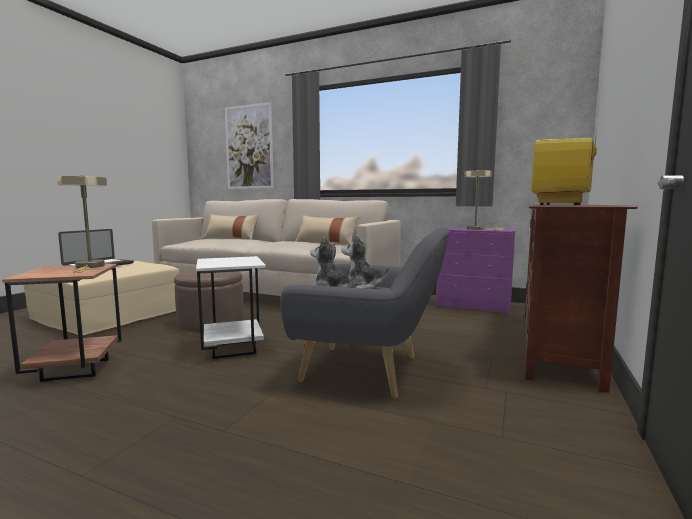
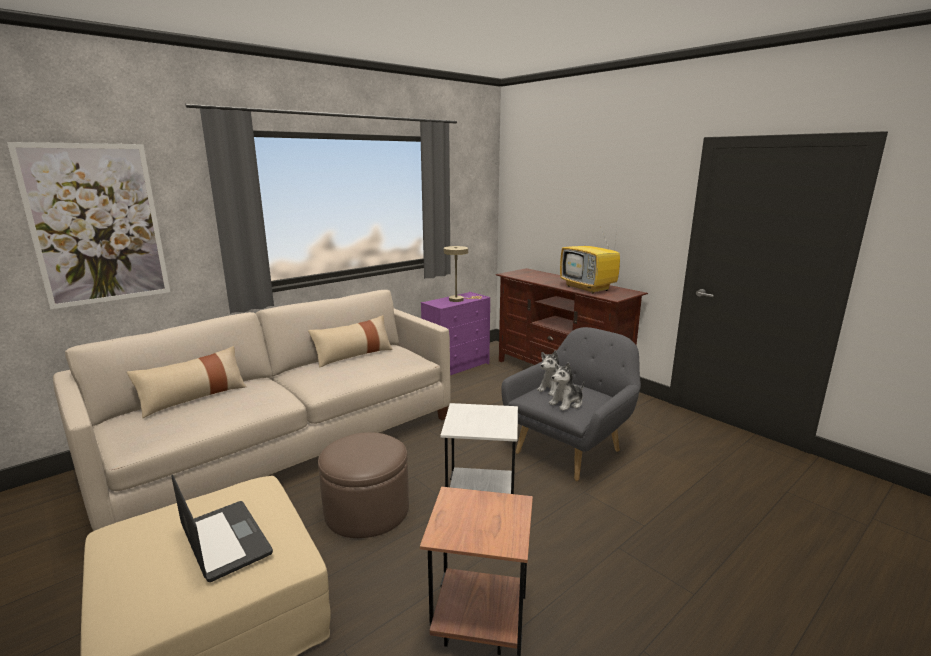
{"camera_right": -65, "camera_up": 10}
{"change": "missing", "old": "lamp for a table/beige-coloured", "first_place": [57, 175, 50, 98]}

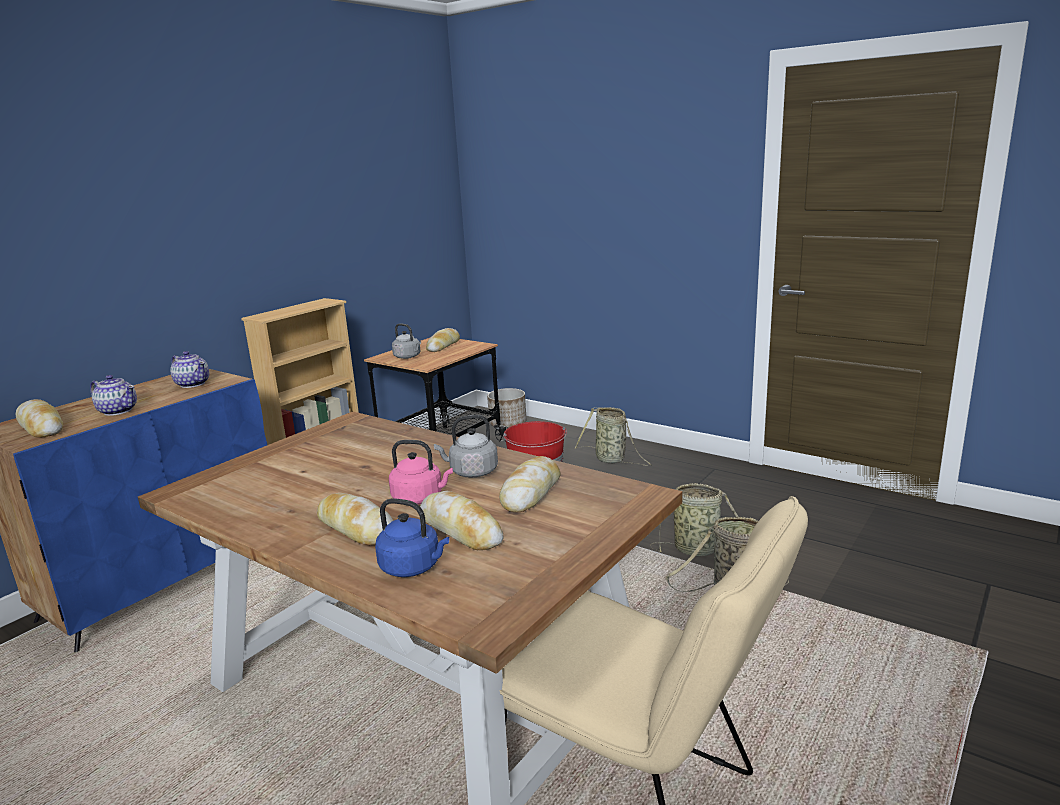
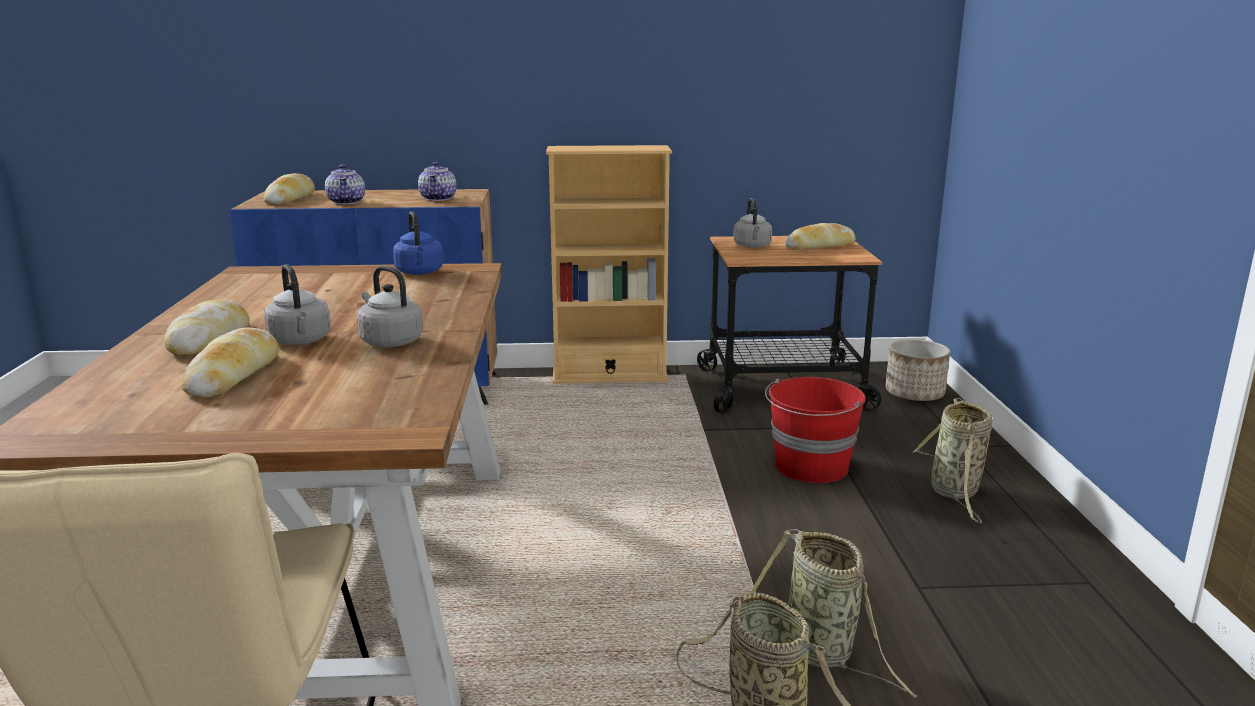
{"camera_right": 50, "camera_up": 0}
{"change": "colour", "old": "tea kettle/pink", "new": "tea kettle/gray", "first_place": [389, 440, 64, 64], "second_place": [264, 264, 67, 81]}
{"change": "missing", "old": "bakery bread", "first_place": [499, 456, 61, 56]}
{"change": "relocated", "old": "tea kettle/blue-coloured", "first_place": [375, 499, 74, 78], "second_place": [393, 211, 50, 64]}

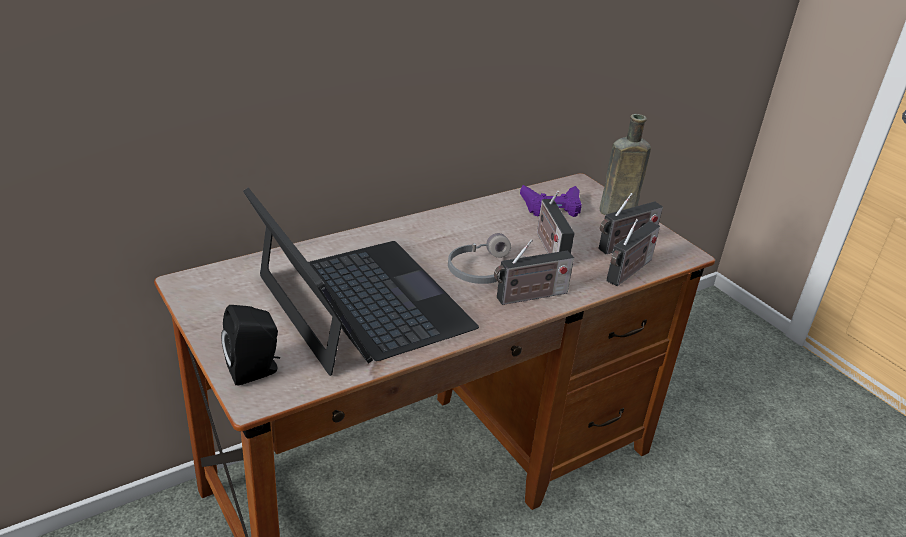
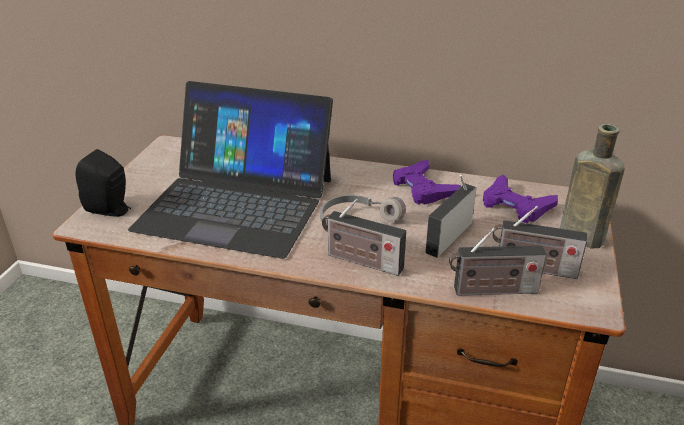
{"camera_right": 50, "camera_up": 0}
{"change": "spun", "old": "notebook computer", "first_place": [243, 187, 236, 189], "second_place": [128, 81, 205, 178], "degrees": 90}
{"change": "appeared", "new": "gamepad/purple-coloured", "second_place": [393, 159, 68, 45]}

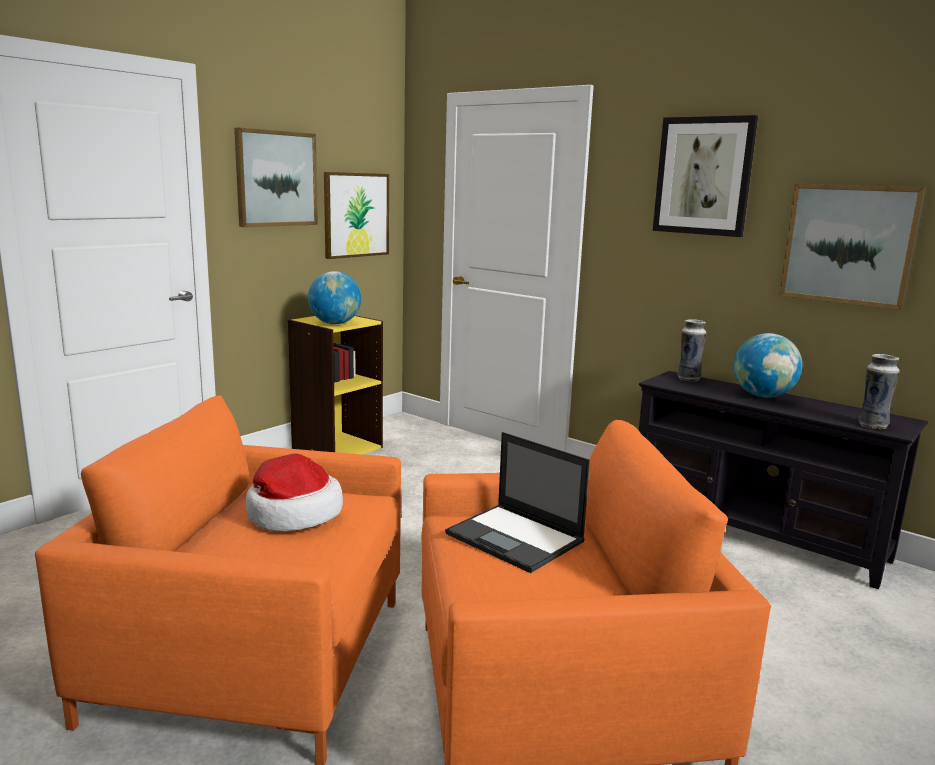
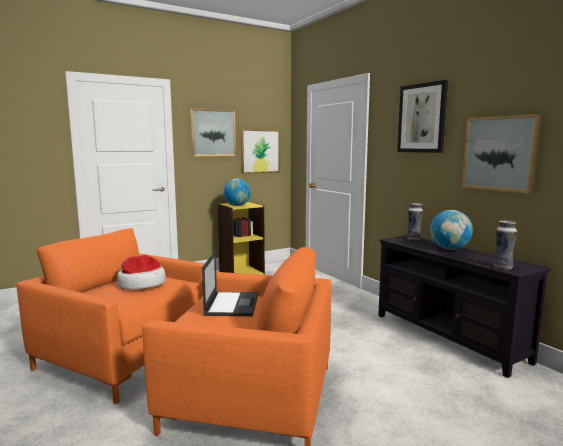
{"camera_right": 20, "camera_up": -5}
{"change": "spun", "old": "notebook computer", "first_place": [445, 432, 145, 141], "second_place": [202, 251, 56, 65], "degrees": -150}

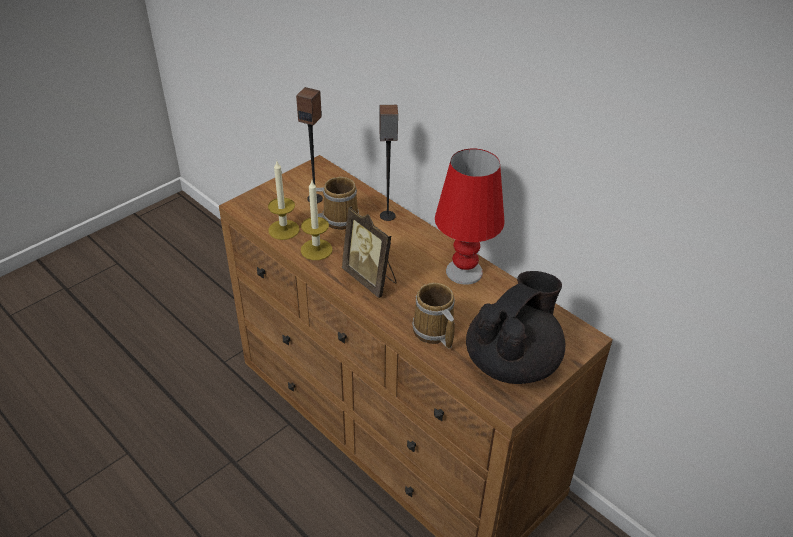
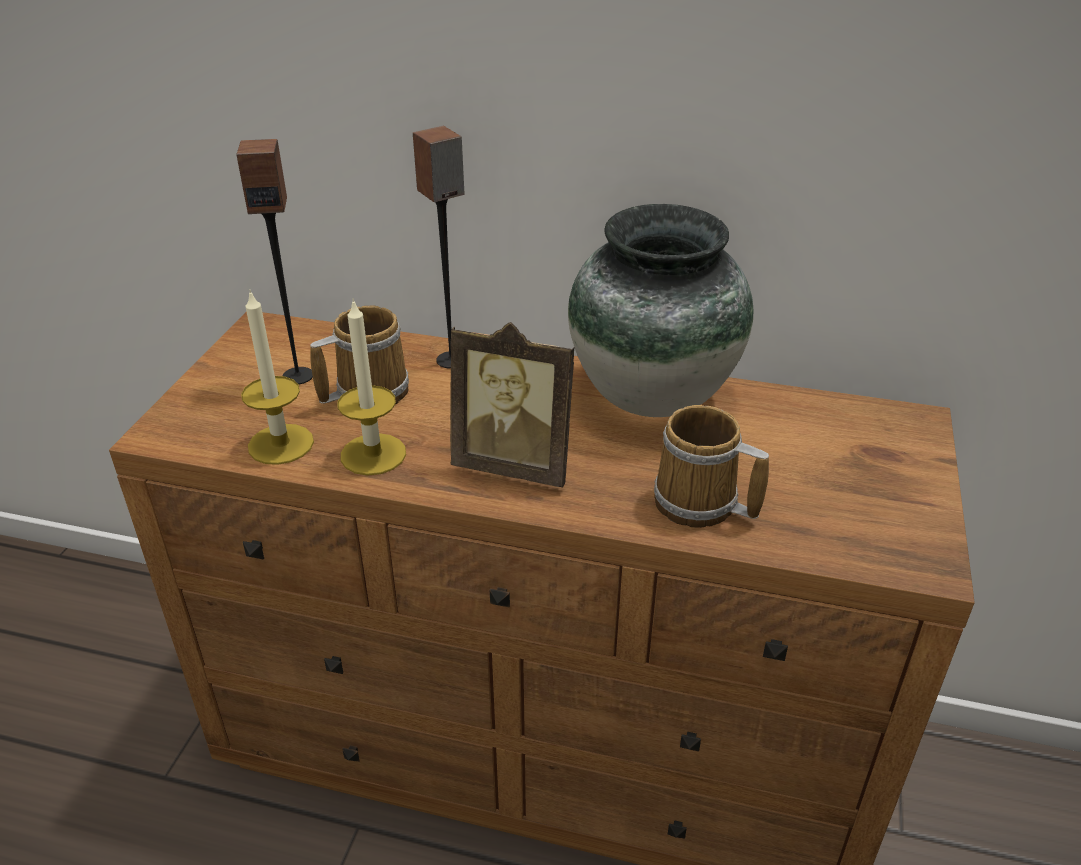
{"camera_right": -30, "camera_up": -5}
{"change": "exchanged", "old": "lamp for a table/red-coloured", "new": "decorative vase", "first_place": [435, 149, 70, 136], "second_place": [568, 204, 185, 213]}
{"change": "missing", "old": "pot for tea/black", "first_place": [466, 271, 99, 113]}

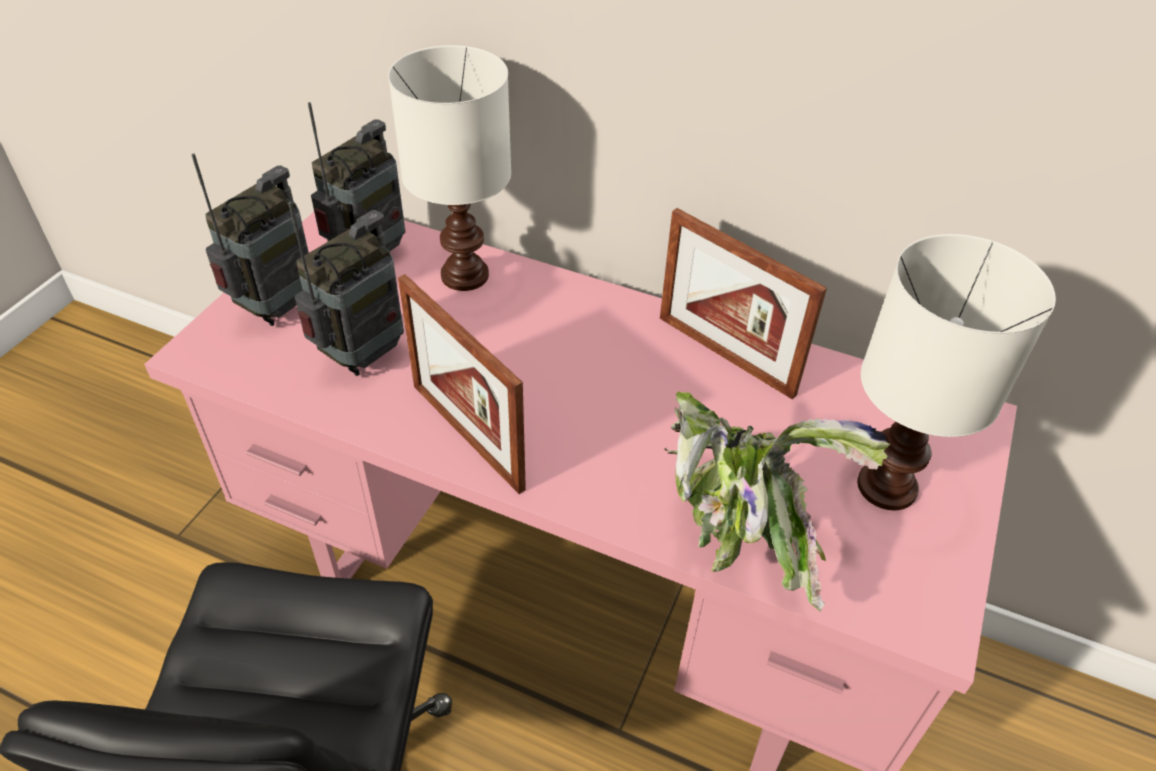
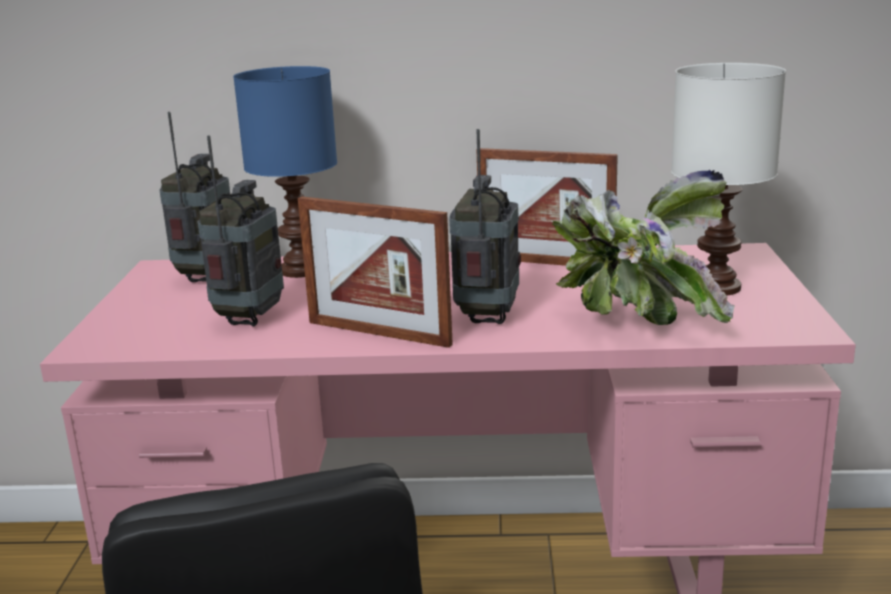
{"camera_right": -20, "camera_up": -25}
{"change": "colour", "old": "lamp for a table/whitish", "new": "lamp for a table/blue-coloured", "first_place": [388, 45, 123, 246], "second_place": [233, 66, 104, 212]}
{"change": "relocated", "old": "radio", "first_place": [191, 153, 118, 173], "second_place": [449, 129, 72, 195]}

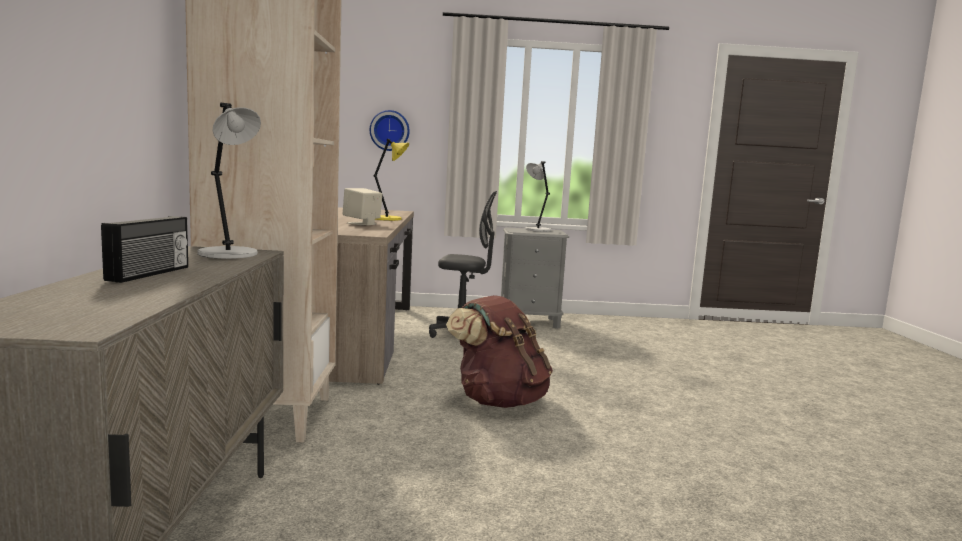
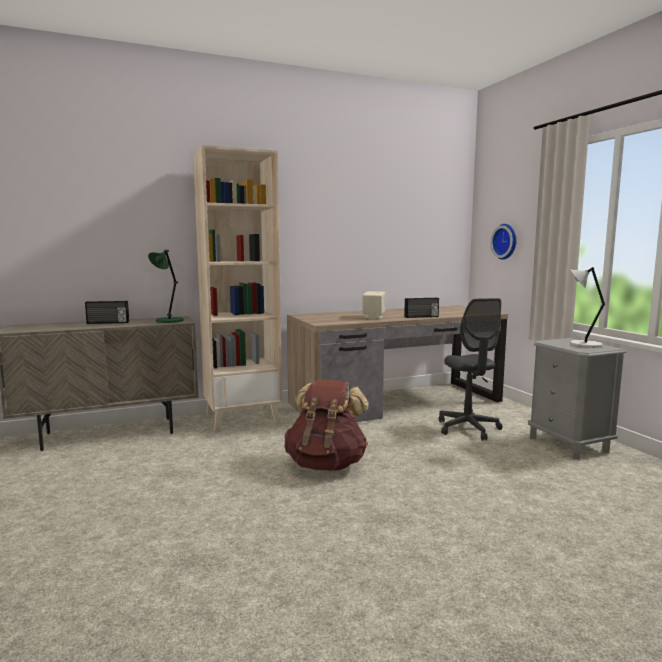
{"camera_right": 70, "camera_up": 0}
{"change": "colour", "old": "lamp for a table/gray", "new": "lamp for a table/green", "first_place": [197, 103, 64, 156], "second_place": [148, 250, 36, 73]}
{"change": "exchanged", "old": "lamp for a table/yellowish", "new": "radio", "first_place": [373, 139, 36, 82], "second_place": [404, 297, 35, 21]}

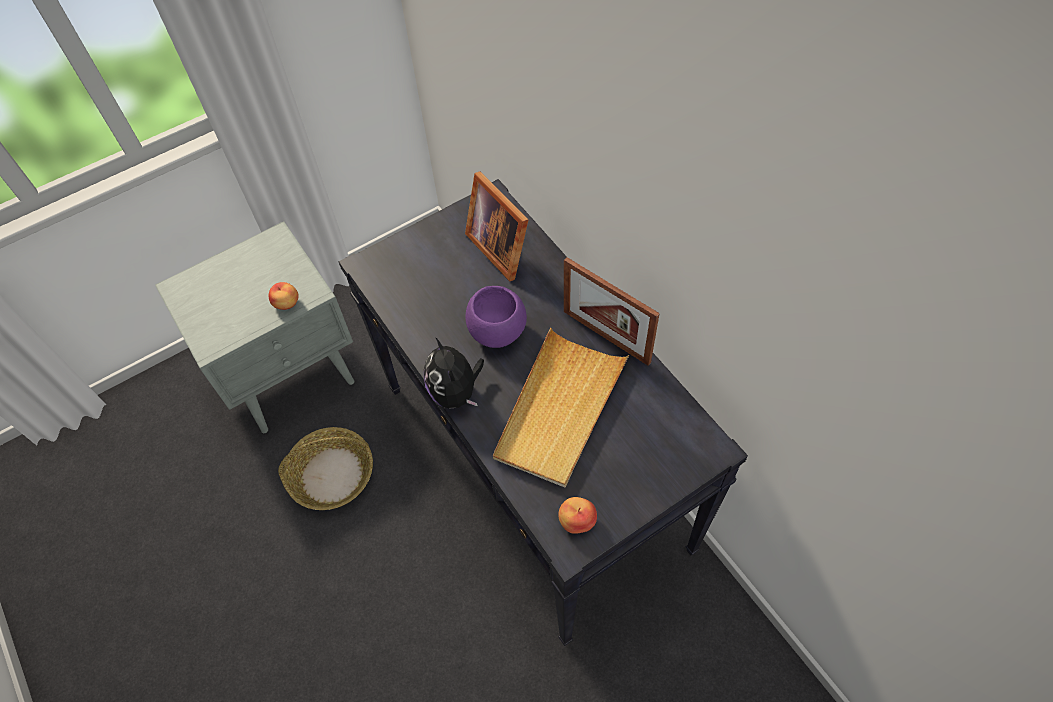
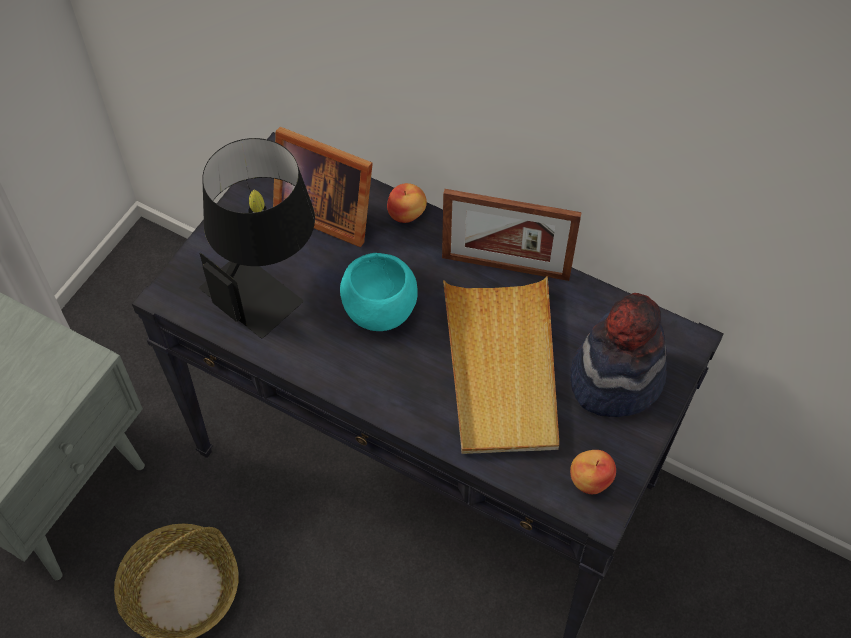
{"camera_right": -30, "camera_up": 0}
{"change": "relocated", "old": "whole apple", "first_place": [269, 282, 30, 28], "second_place": [387, 183, 40, 40]}
{"change": "colour", "old": "deep dish/purple-coloured", "new": "deep dish/turquoise-coloured", "first_place": [466, 286, 61, 62], "second_place": [340, 253, 78, 78]}
{"change": "missing", "old": "soft toy", "first_place": [424, 337, 60, 72]}
{"change": "appeared", "new": "lamp for a table/black", "second_place": [199, 138, 116, 200]}
{"change": "appeared", "new": "hat", "second_place": [570, 293, 97, 124]}

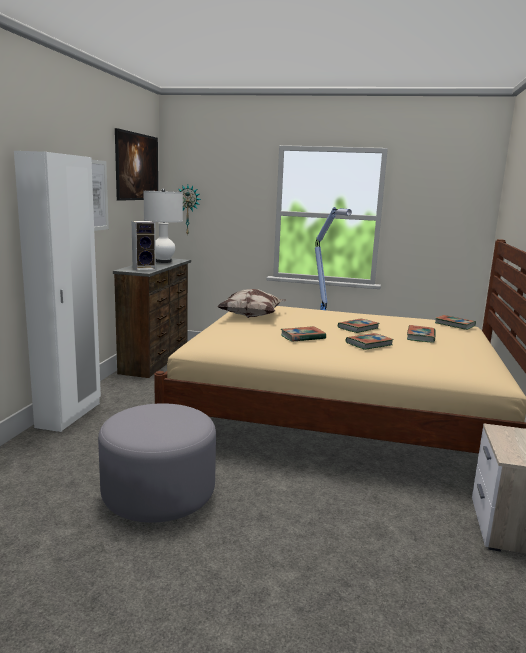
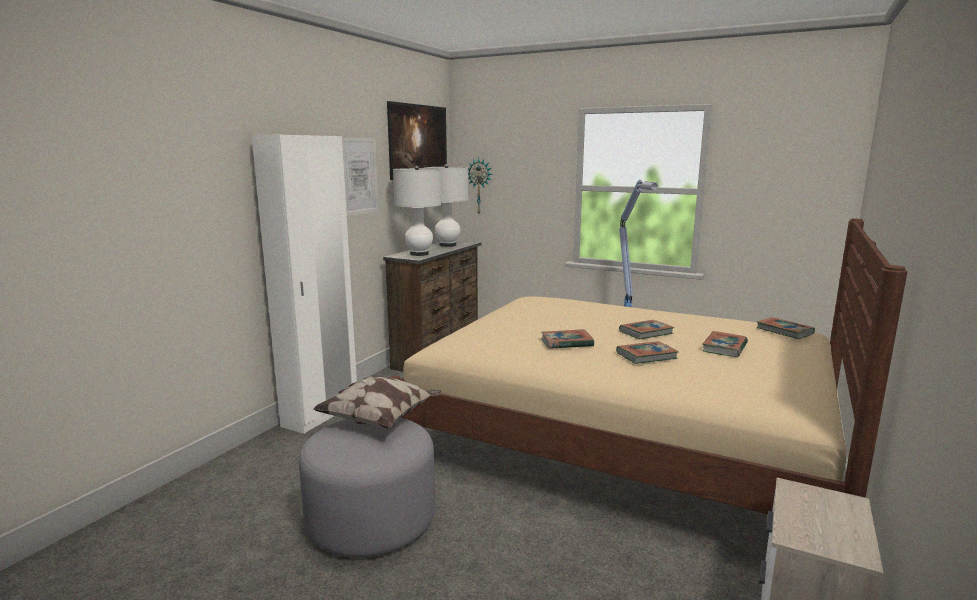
{"camera_right": 15, "camera_up": 0}
{"change": "exchanged", "old": "loudspeaker", "new": "lamp for a table/whitish", "first_place": [132, 221, 24, 49], "second_place": [393, 166, 48, 90]}
{"change": "relocated", "old": "pillow", "first_place": [217, 289, 68, 29], "second_place": [313, 376, 129, 52]}

